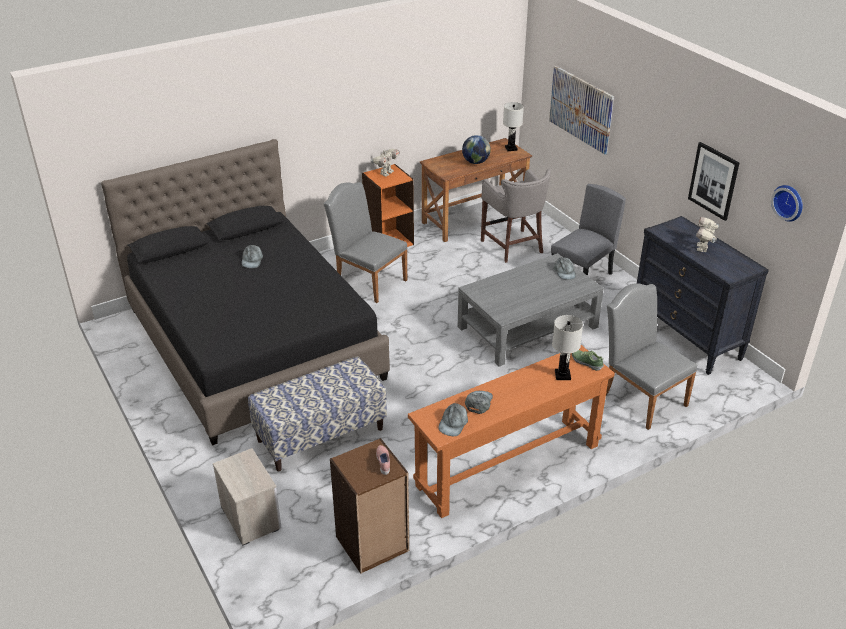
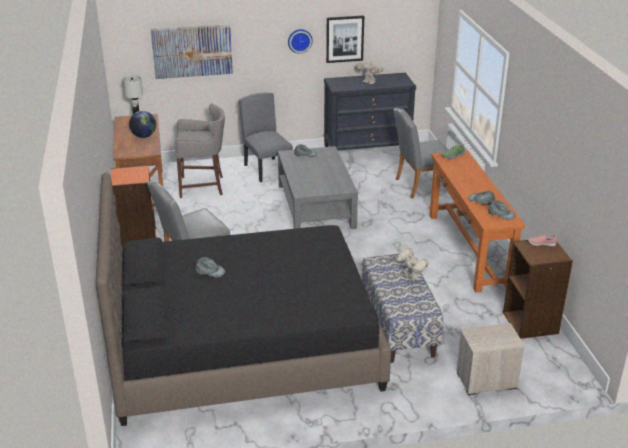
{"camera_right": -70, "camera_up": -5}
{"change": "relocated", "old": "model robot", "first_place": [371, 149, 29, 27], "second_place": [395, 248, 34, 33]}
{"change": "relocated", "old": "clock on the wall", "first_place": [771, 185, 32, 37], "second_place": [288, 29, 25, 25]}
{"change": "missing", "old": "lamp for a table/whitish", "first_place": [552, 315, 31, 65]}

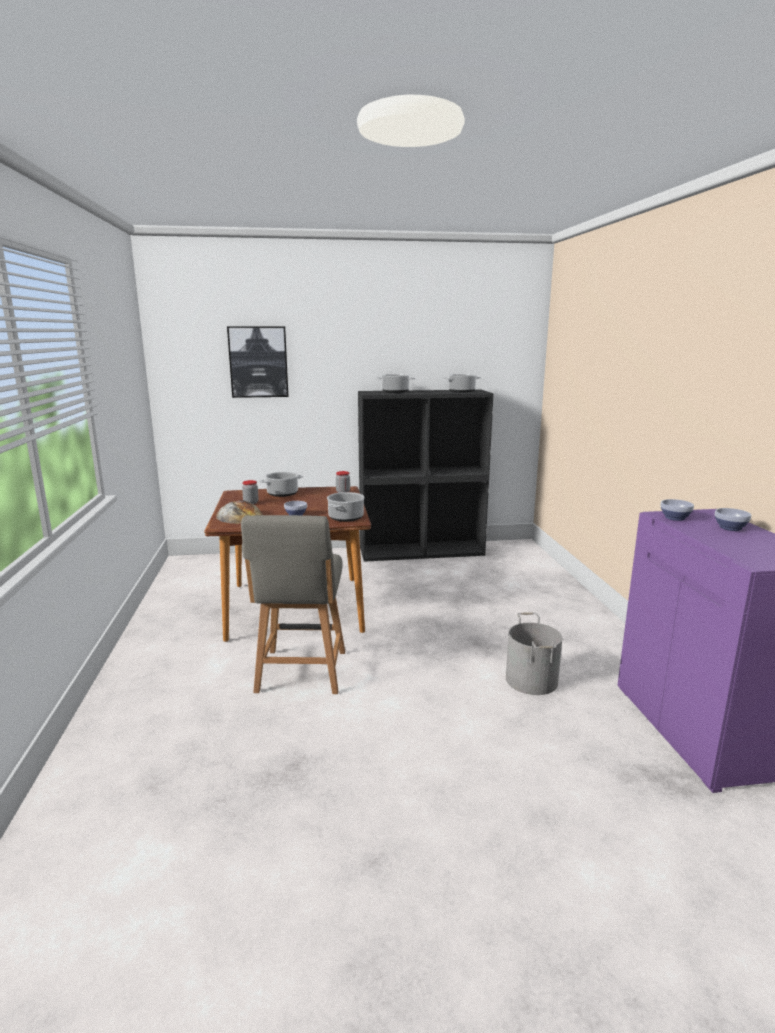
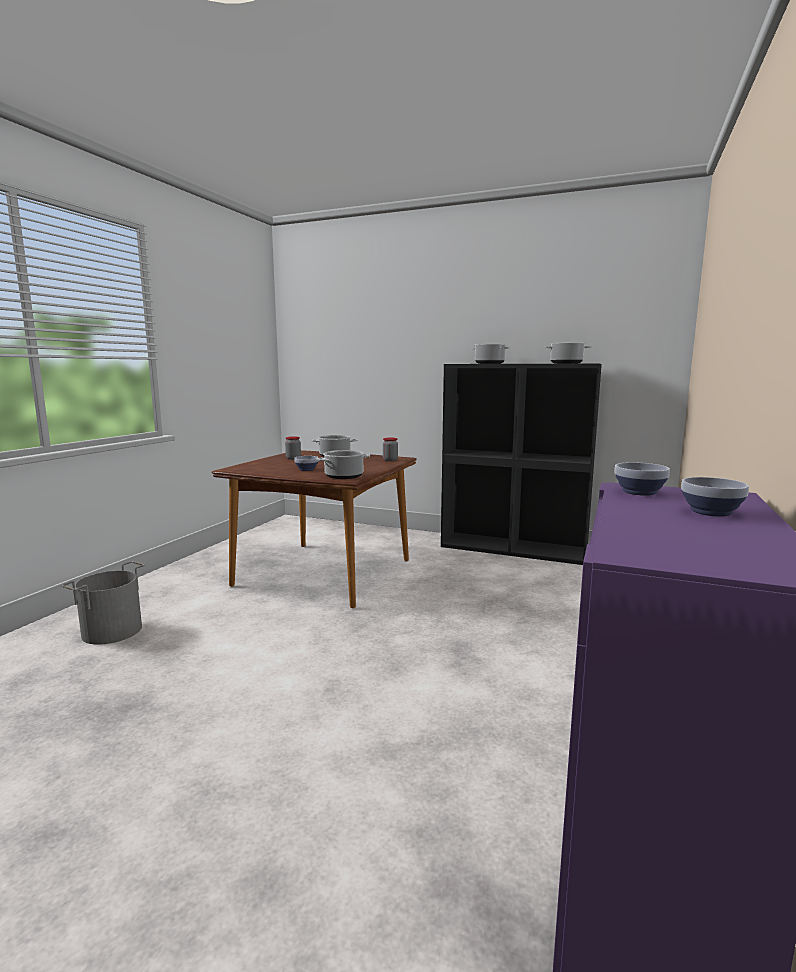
{"camera_right": 30, "camera_up": -5}
{"change": "missing", "old": "picture", "first_place": [227, 326, 62, 72]}
{"change": "missing", "old": "bakery bread", "first_place": [216, 500, 47, 24]}
{"change": "missing", "old": "upright chair/gray", "first_place": [241, 515, 104, 179]}
{"change": "relocated", "old": "bucket/gray", "first_place": [506, 612, 56, 83], "second_place": [61, 561, 84, 84]}

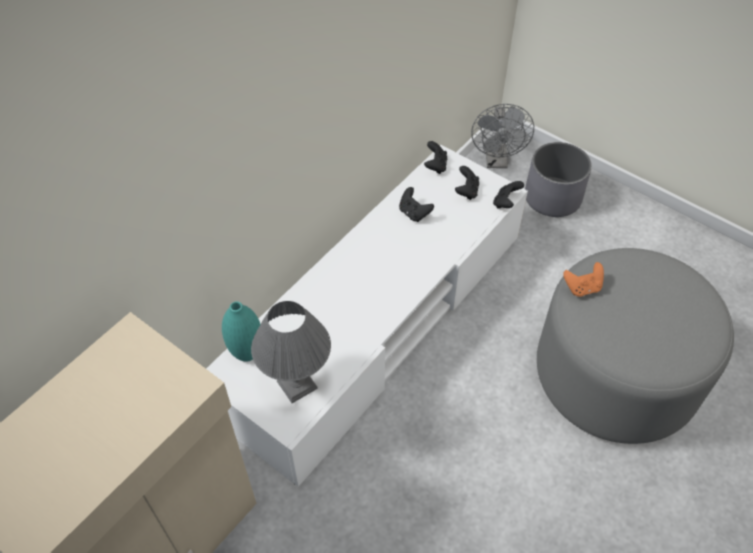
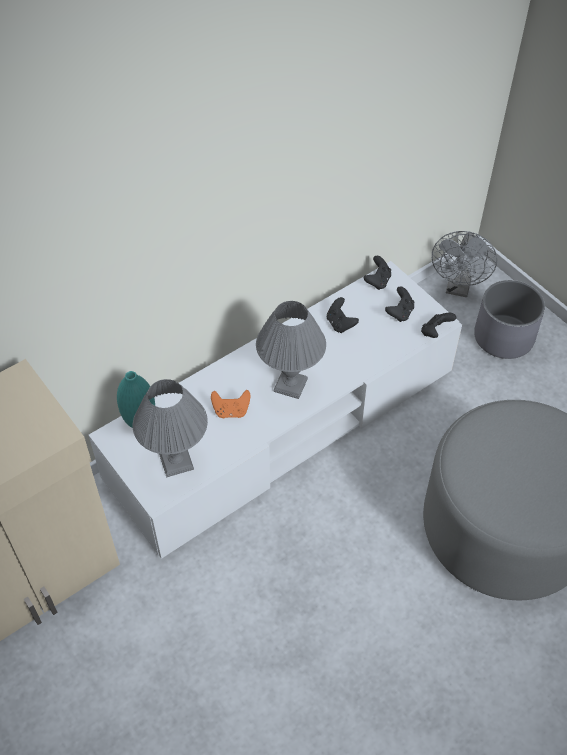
{"camera_right": 15, "camera_up": 0}
{"change": "relocated", "old": "gamepad/orange-coloured", "first_place": [563, 262, 41, 35], "second_place": [211, 390, 39, 28]}
{"change": "appeared", "new": "lamp for a table/gray", "second_place": [256, 301, 70, 98]}

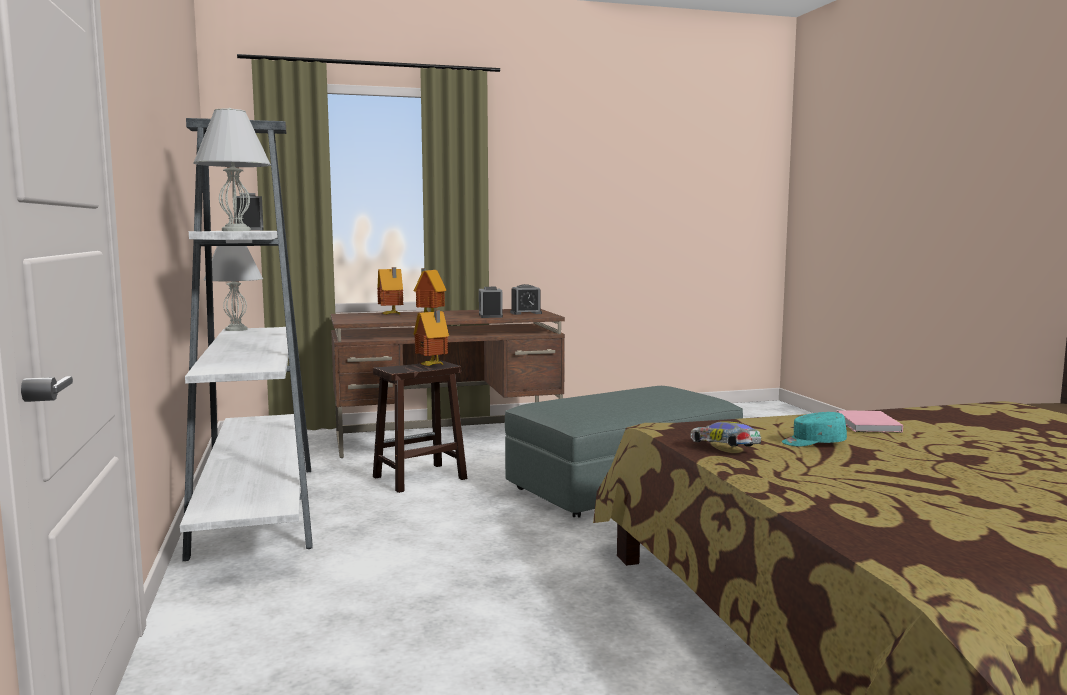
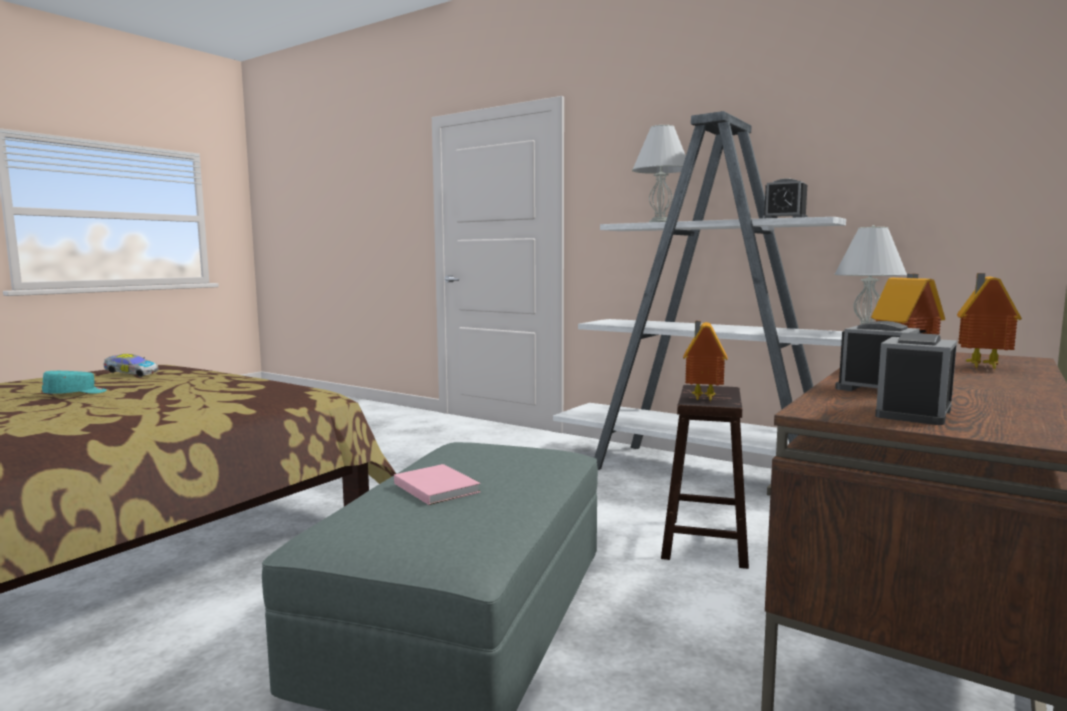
{"camera_right": 140, "camera_up": 0}
{"change": "relocated", "old": "volume/pink", "first_place": [836, 410, 67, 23], "second_place": [394, 464, 87, 41]}
{"change": "relocated", "old": "peaked cap/turquoise-coloured", "first_place": [782, 412, 65, 34], "second_place": [42, 371, 65, 23]}
{"change": "relocated", "old": "model car", "first_place": [690, 421, 71, 26], "second_place": [104, 354, 55, 23]}

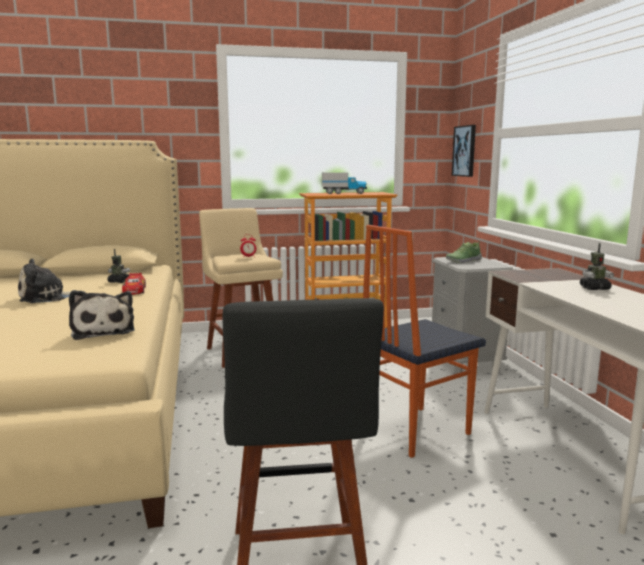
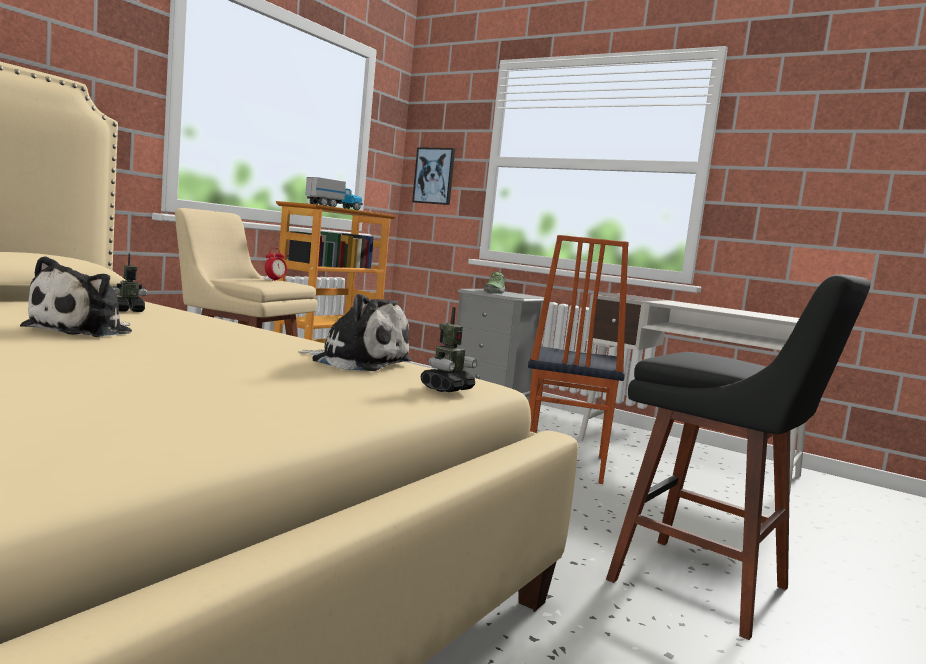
{"camera_right": -45, "camera_up": -5}
{"change": "relocated", "old": "model robot", "first_place": [580, 243, 34, 47], "second_place": [420, 307, 58, 85]}
{"change": "missing", "old": "model car", "first_place": [122, 273, 24, 22]}

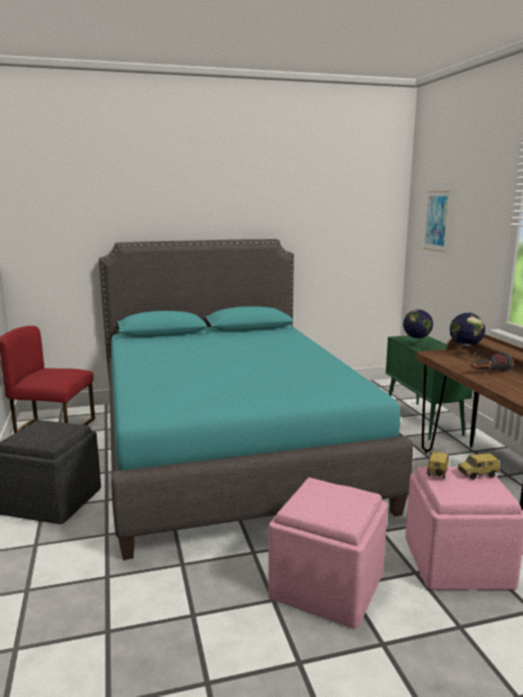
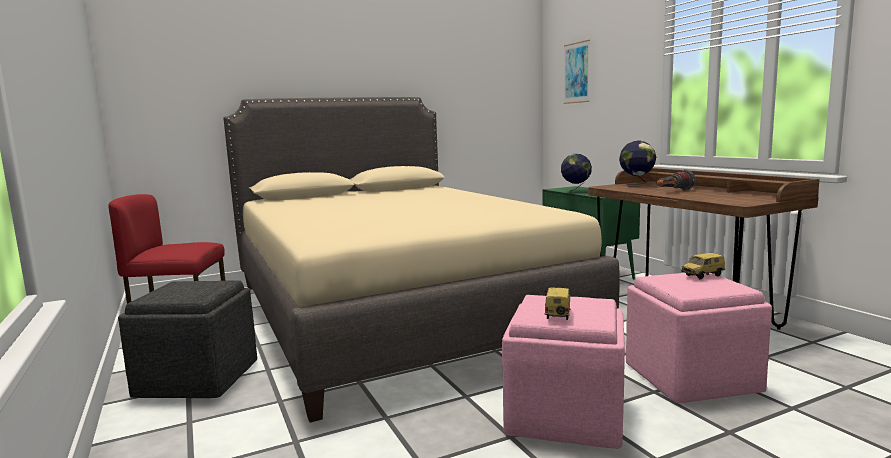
{"camera_right": -10, "camera_up": -5}
{"change": "colour", "old": "sleeping bed/turquoise-coloured", "new": "sleeping bed/beige-coloured", "first_place": [99, 239, 314, 321], "second_place": [223, 97, 397, 326]}
{"change": "relocated", "old": "model car", "first_place": [427, 451, 22, 28], "second_place": [545, 287, 25, 33]}

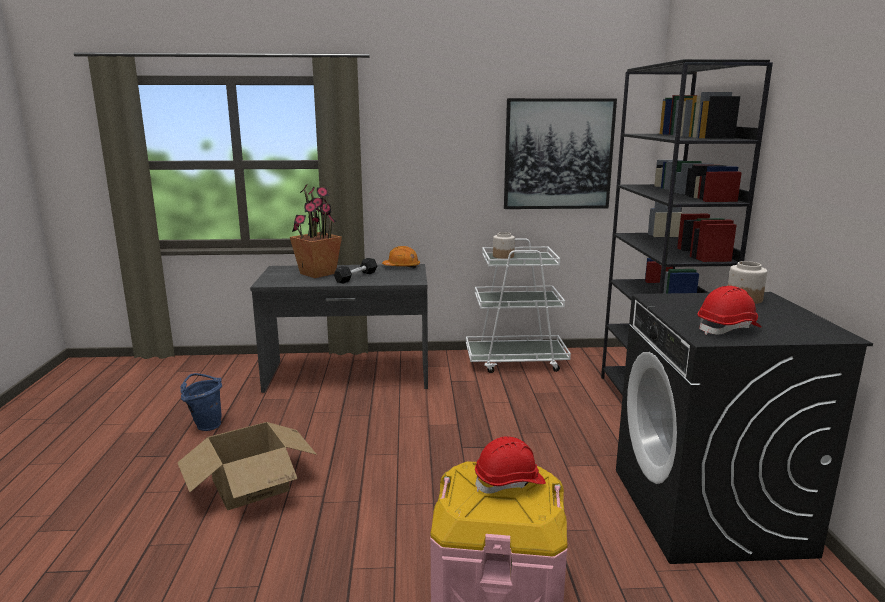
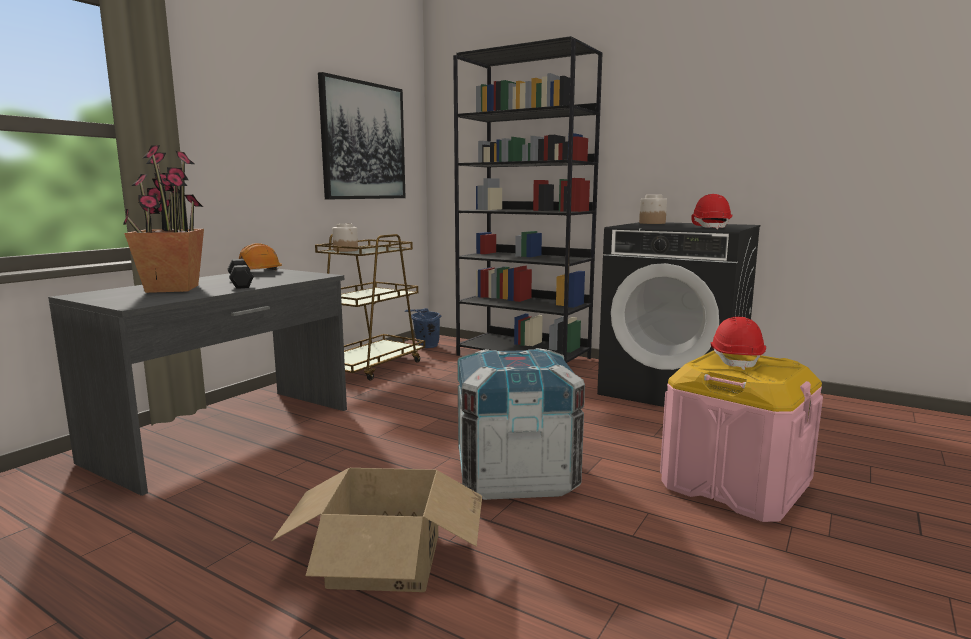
{"camera_right": -55, "camera_up": -5}
{"change": "colour", "old": "wheeled cart/whitish", "new": "wheeled cart/brownish", "first_place": [466, 238, 105, 135], "second_place": [315, 234, 110, 147]}
{"change": "relocated", "old": "bucket/blue-coloured", "first_place": [180, 373, 42, 58], "second_place": [405, 308, 36, 40]}
{"change": "appeared", "new": "packing crate", "second_place": [457, 348, 128, 152]}

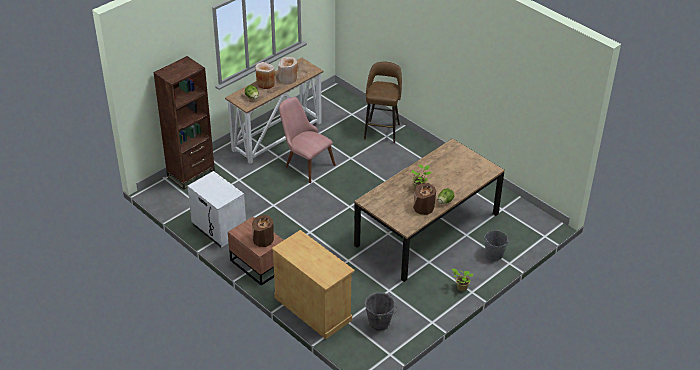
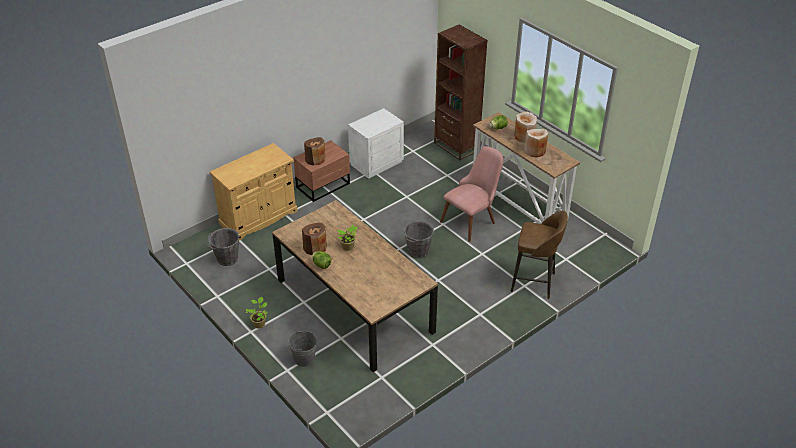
{"camera_right": 95, "camera_up": 0}
{"change": "appeared", "new": "bucket/gray", "second_place": [402, 221, 32, 37]}

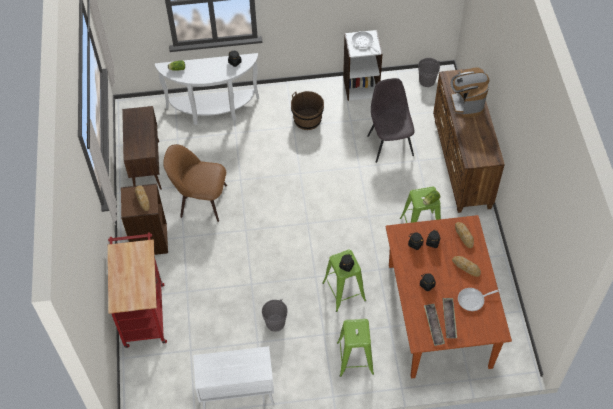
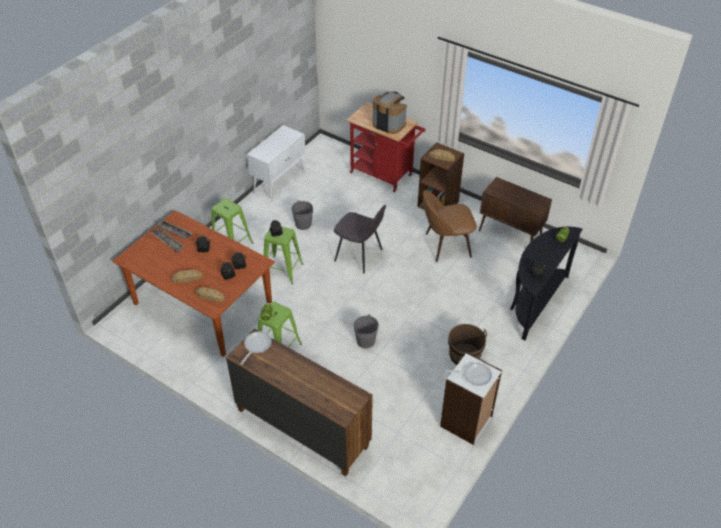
{"camera_right": 130, "camera_up": -10}
{"change": "colour", "old": "hall table/whitish", "new": "hall table/black", "first_place": [155, 53, 104, 72], "second_place": [510, 227, 73, 113]}
{"change": "relocated", "old": "bucket/gray", "first_place": [418, 58, 22, 29], "second_place": [354, 314, 25, 34]}
{"change": "relocated", "old": "coffee machine", "first_place": [450, 67, 39, 50], "second_place": [372, 91, 35, 43]}
{"change": "relocated", "old": "upright chair/gray", "first_place": [367, 78, 48, 85], "second_place": [334, 205, 52, 68]}
{"change": "spun", "old": "upright chair/brownish", "first_place": [163, 144, 64, 78], "second_place": [423, 190, 54, 72], "degrees": -150}
{"change": "relocated", "old": "frying pan", "first_place": [458, 288, 43, 23], "second_place": [240, 331, 32, 34]}

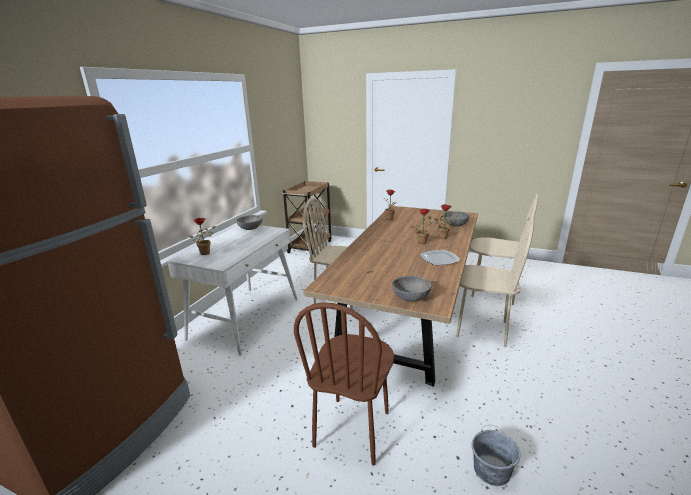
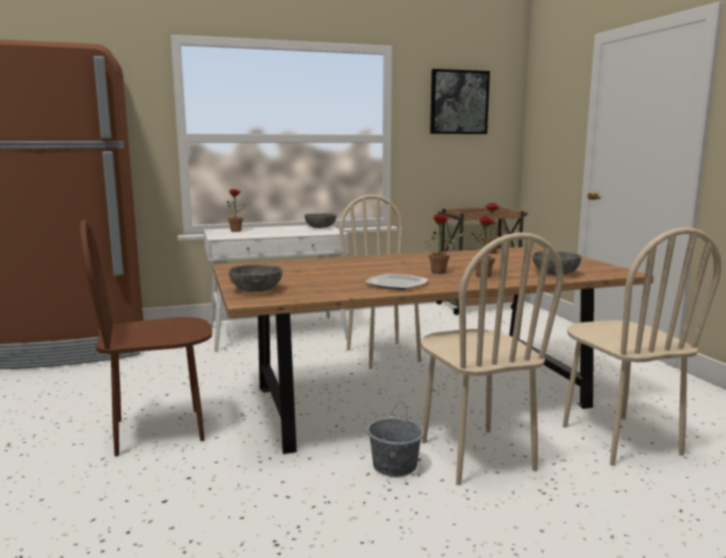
{"camera_right": 50, "camera_up": -10}
{"change": "relocated", "old": "bucket/gray", "first_place": [472, 425, 49, 61], "second_place": [367, 402, 57, 75]}
{"change": "appeared", "new": "picture", "second_place": [430, 69, 60, 65]}

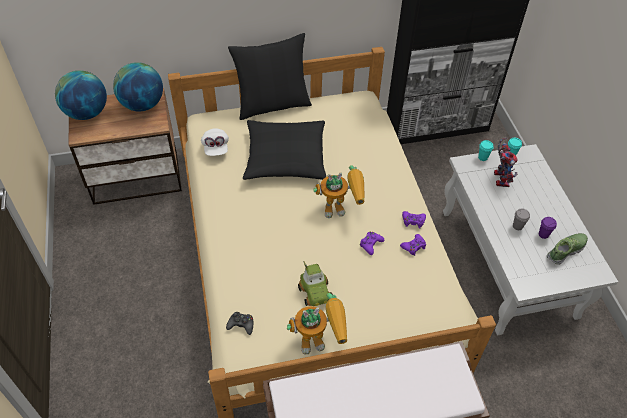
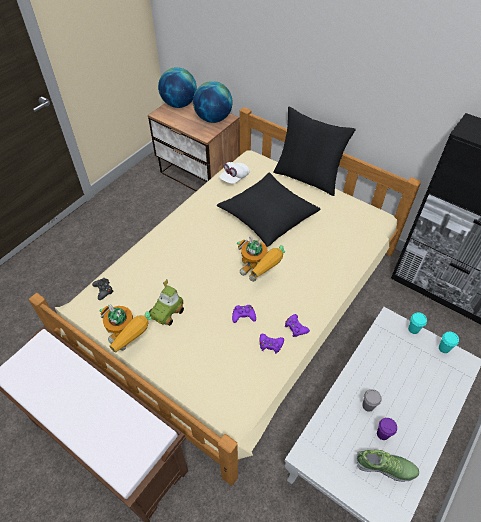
{"camera_right": 50, "camera_up": 0}
{"change": "missing", "old": "model robot", "first_place": [494, 137, 23, 50]}

